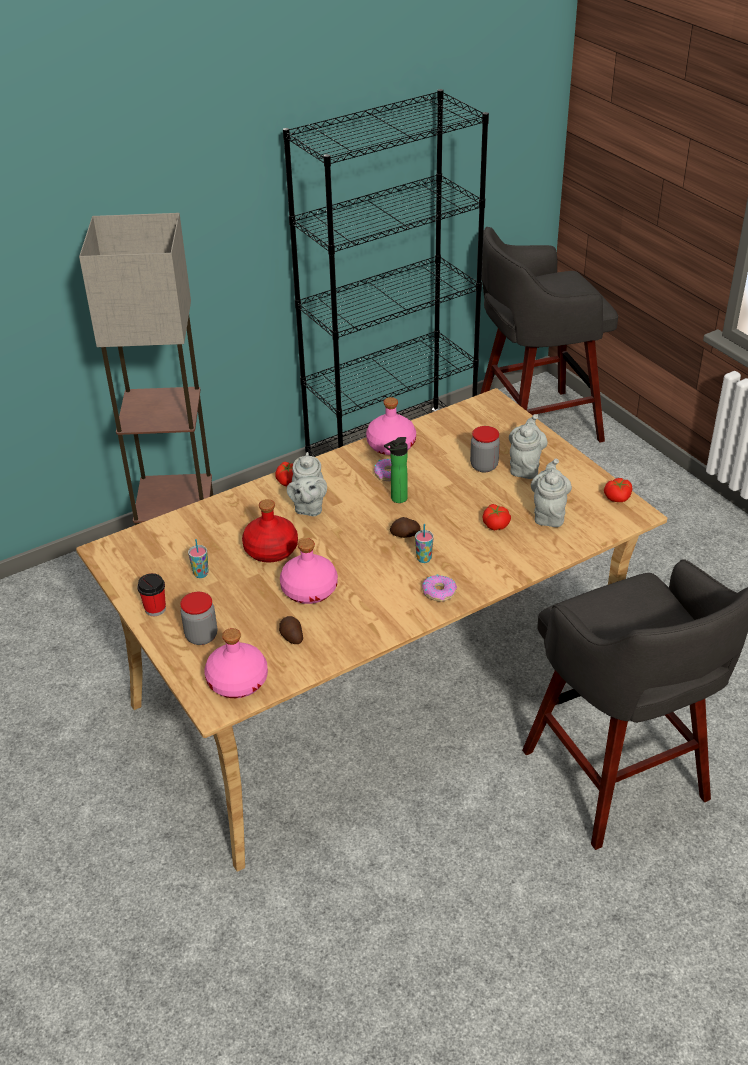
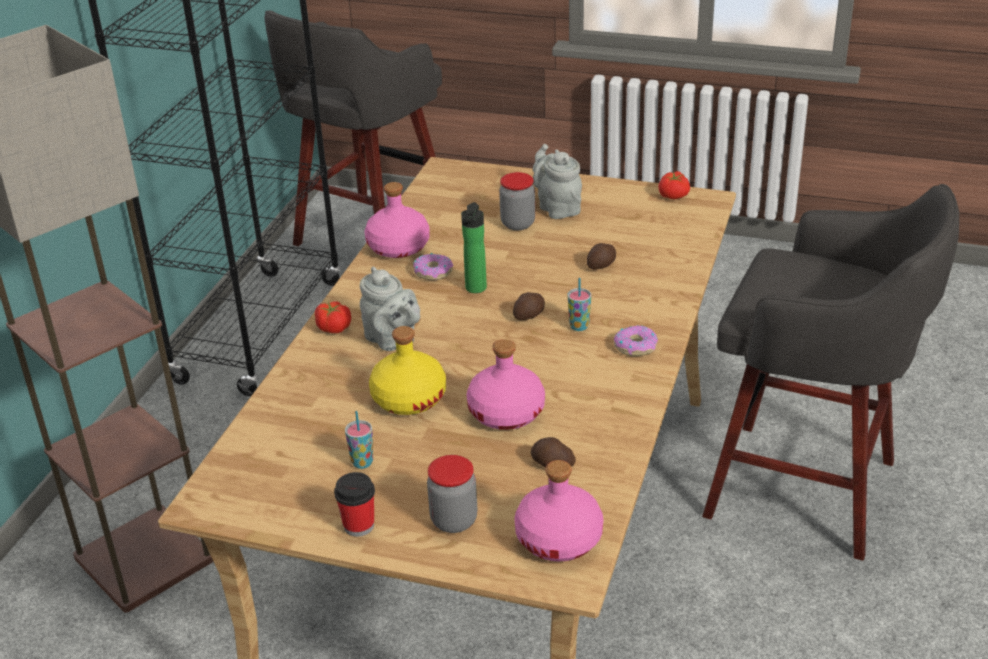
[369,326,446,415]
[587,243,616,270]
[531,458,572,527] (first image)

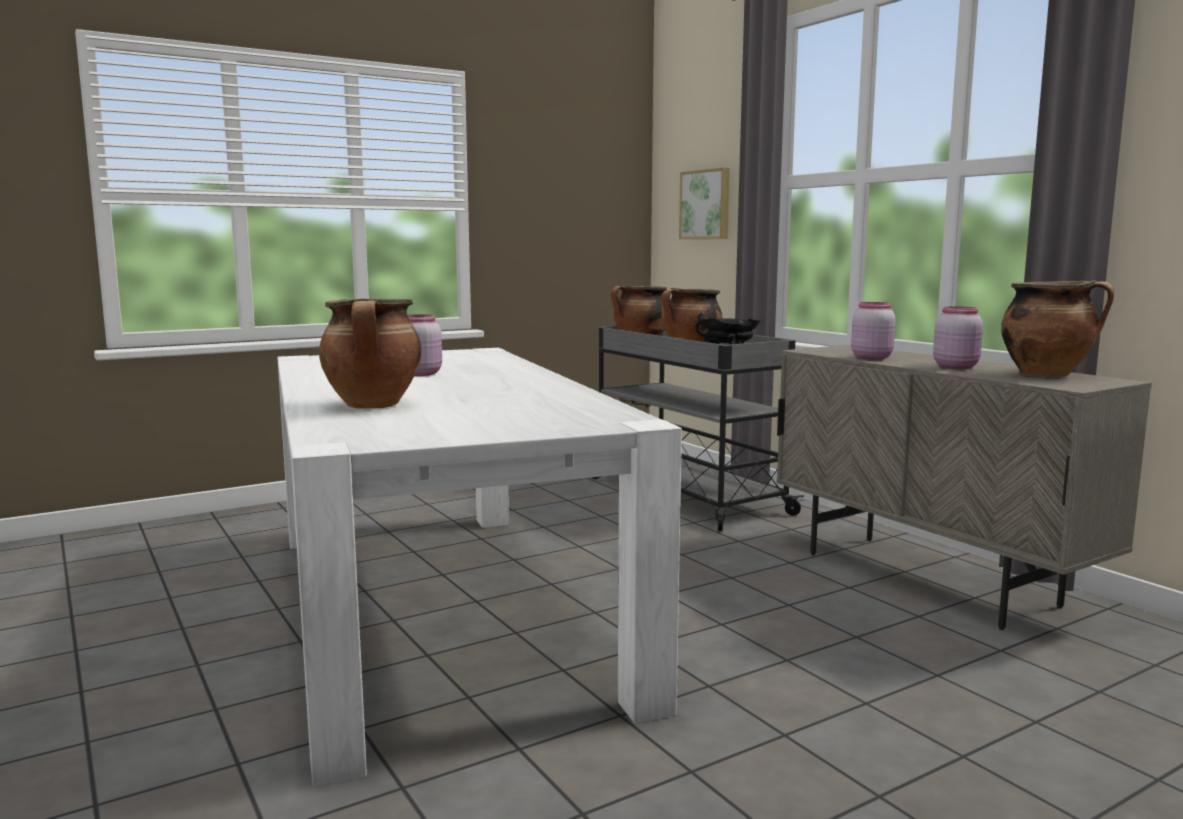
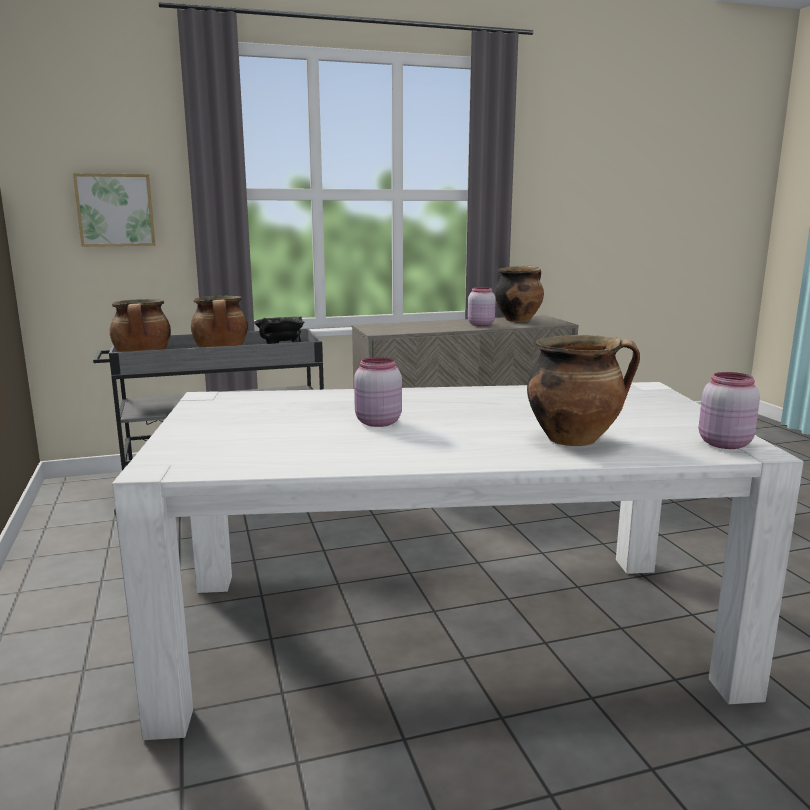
[699,372,760,449]

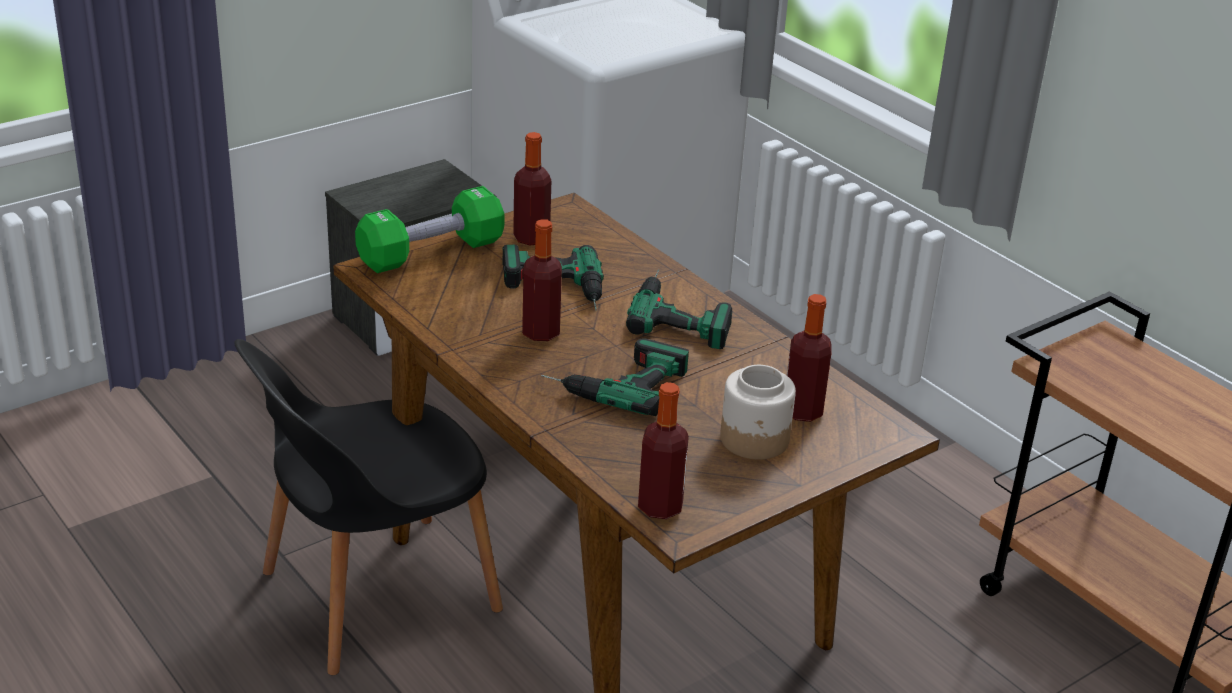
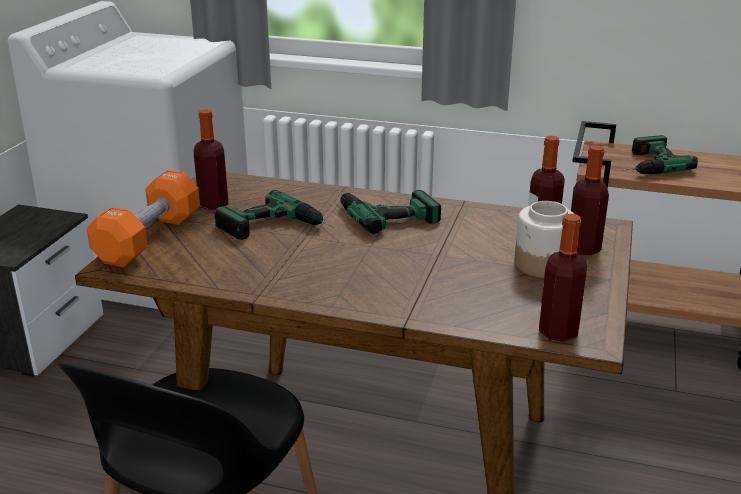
[87,170,200,267]
[571,145,609,255]
[622,135,698,174]

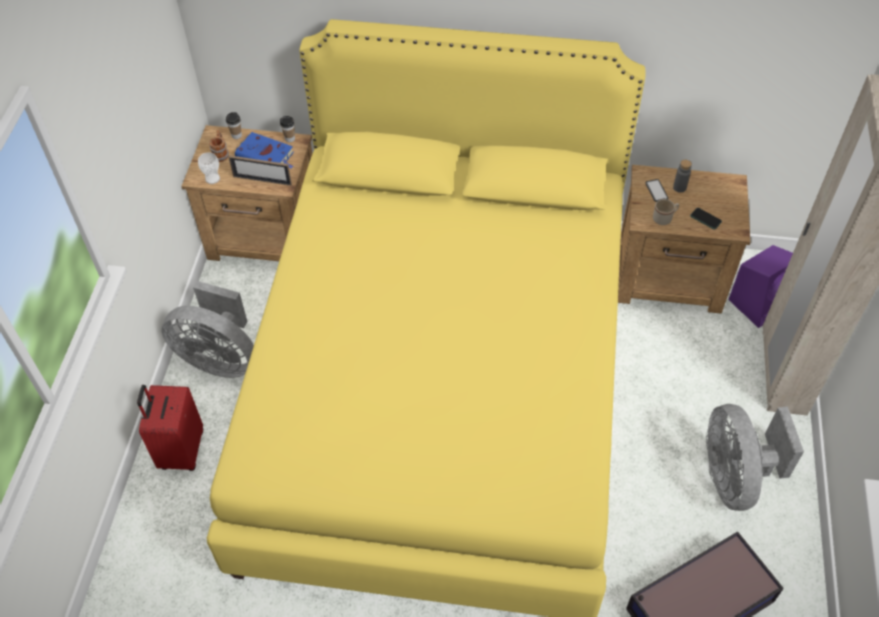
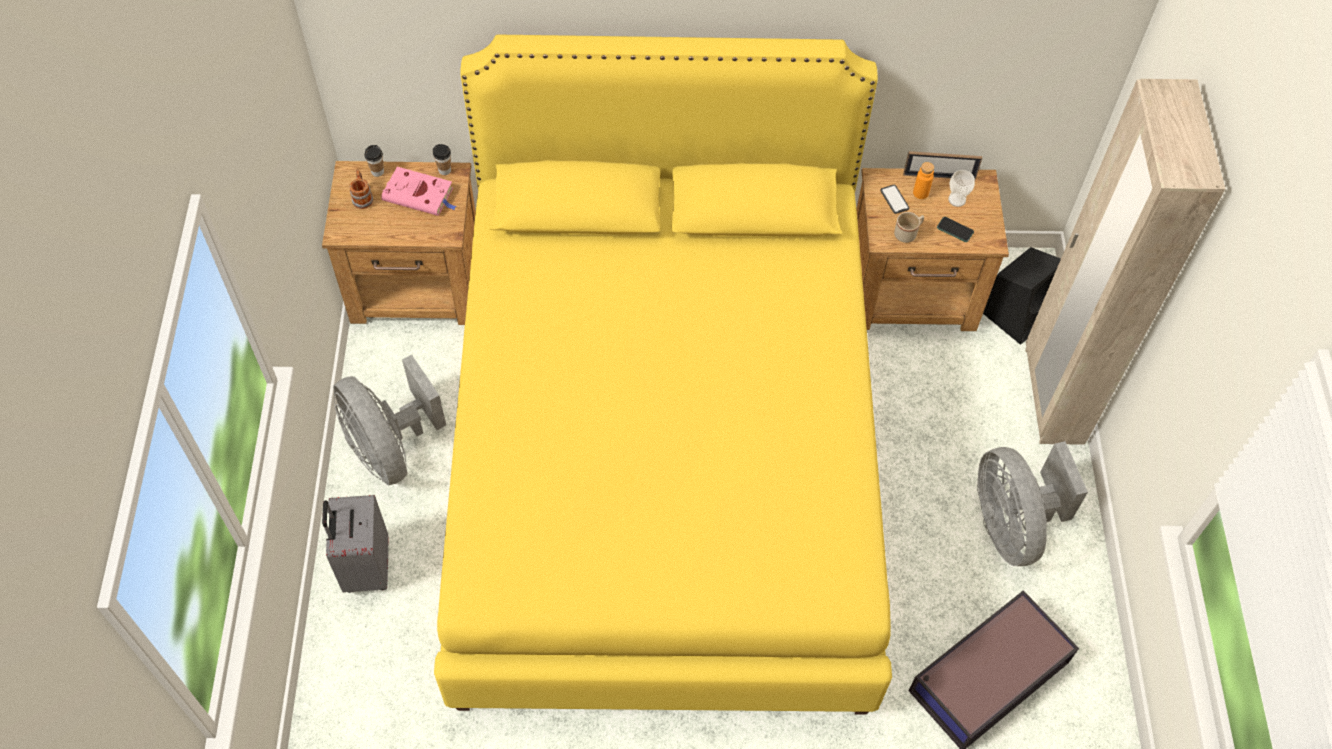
[322,495,388,593]
[333,354,446,485]
[381,167,457,216]
[903,151,982,180]
[913,162,934,199]
[948,170,975,207]
[983,247,1061,345]

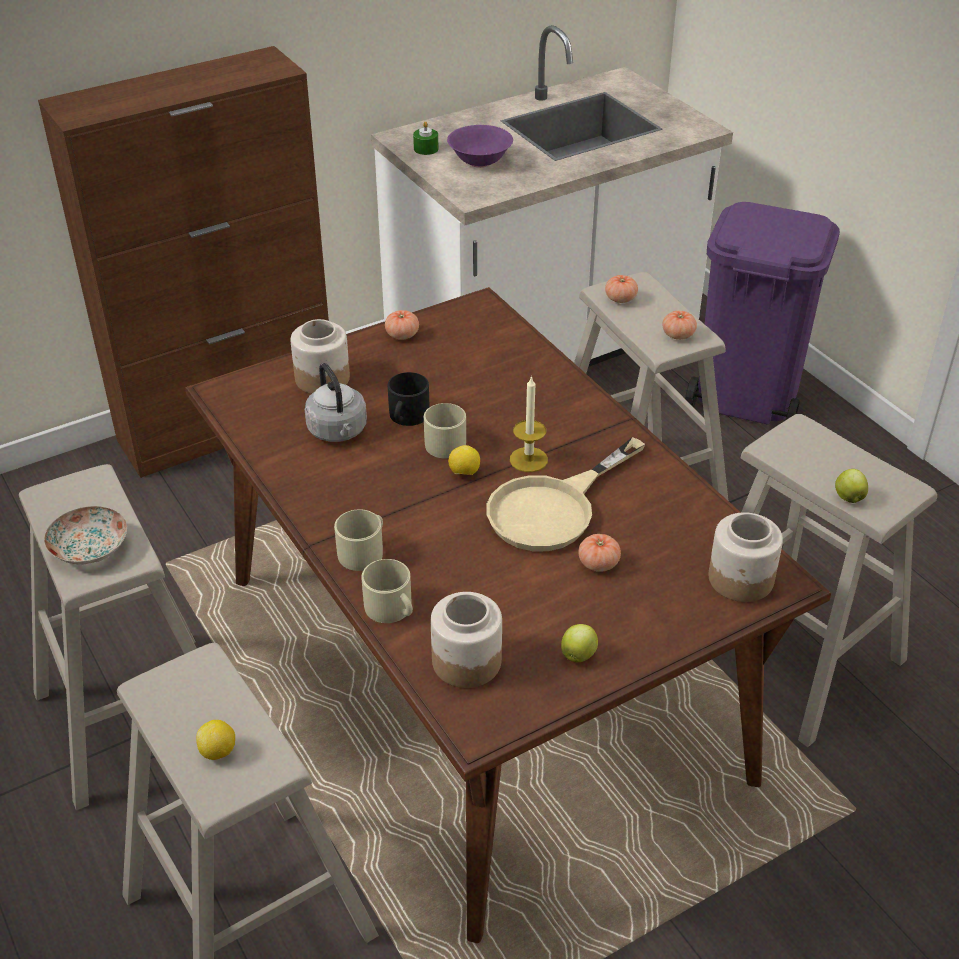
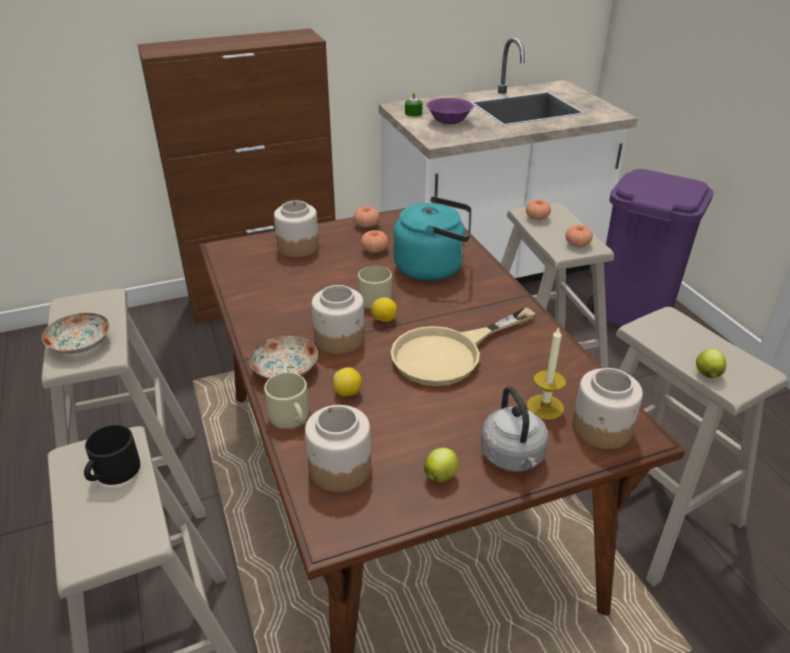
[84,425,140,485]
[249,336,318,379]
[312,285,365,354]
[333,367,362,397]
[361,230,388,253]
[393,196,472,281]
[481,386,548,472]
[527,327,566,420]

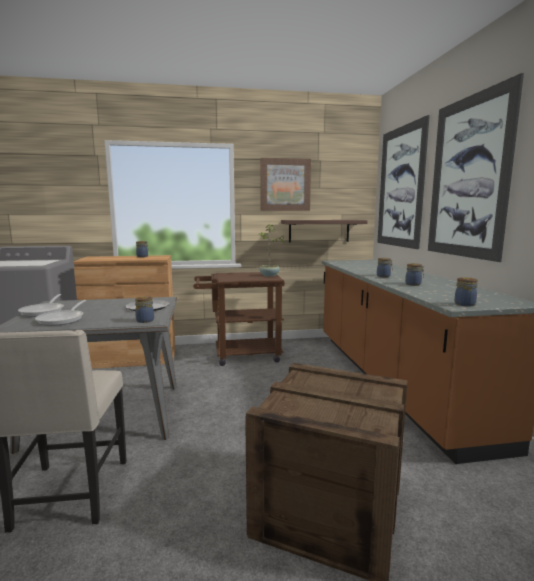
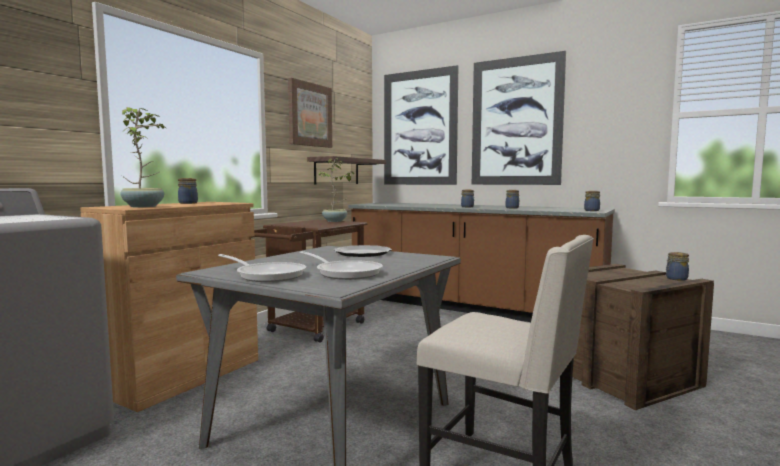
[120,107,166,207]
[666,252,689,281]

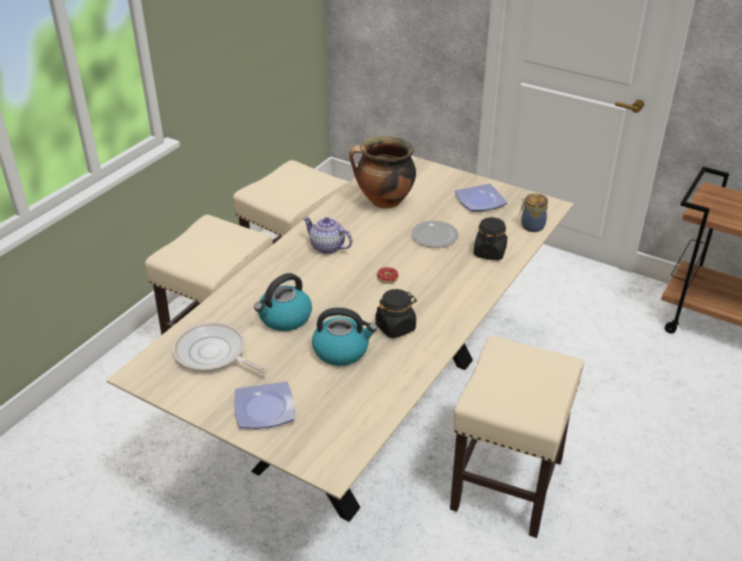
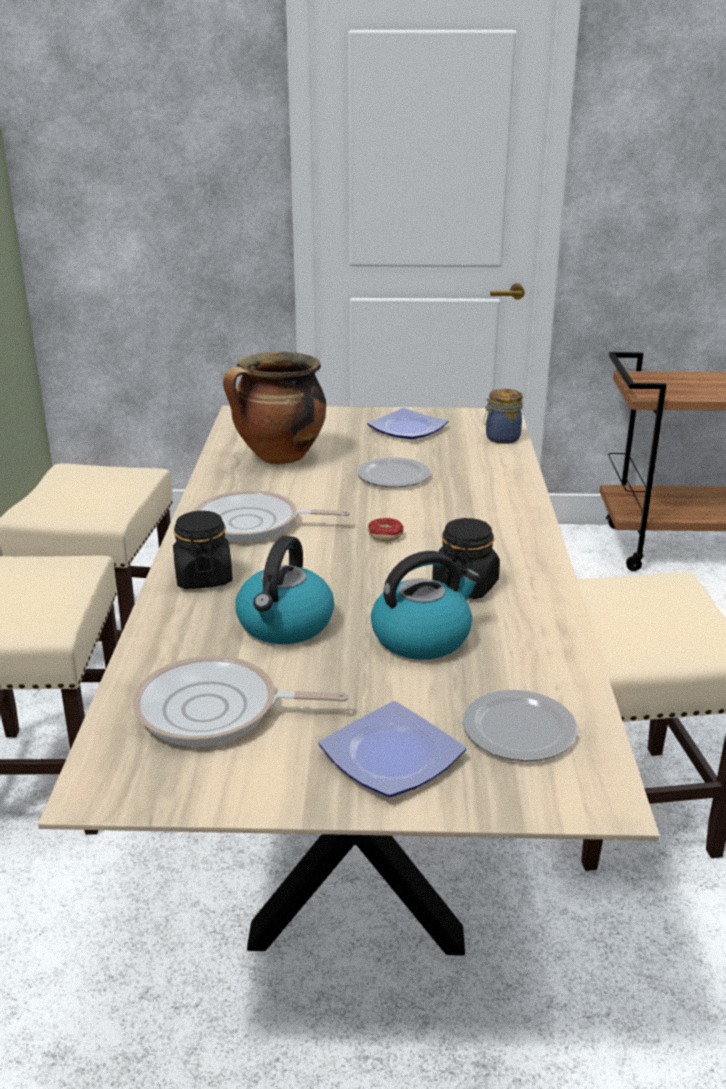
[173,511,233,589]
[195,490,350,542]
[463,690,578,761]

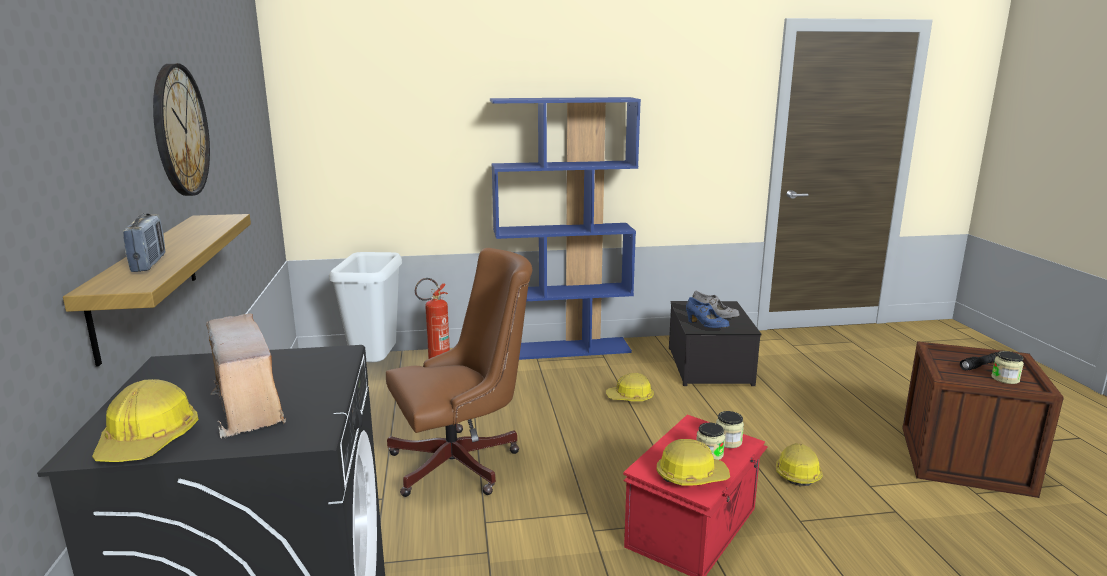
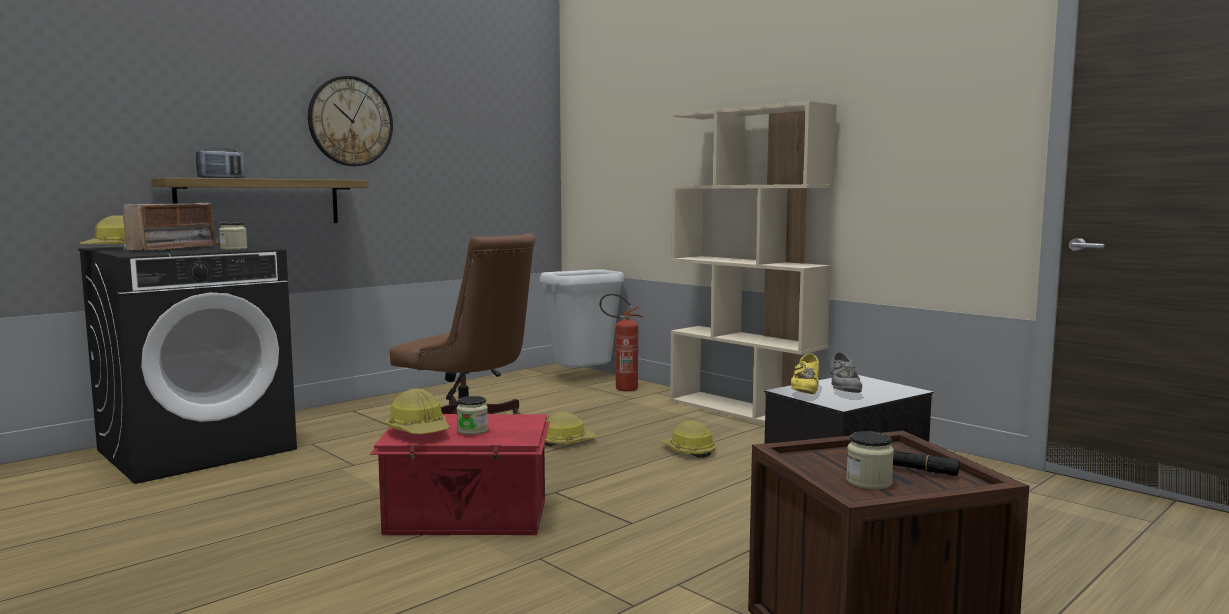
[219,222,247,250]
[544,412,597,447]
[670,101,837,424]
[791,353,819,394]

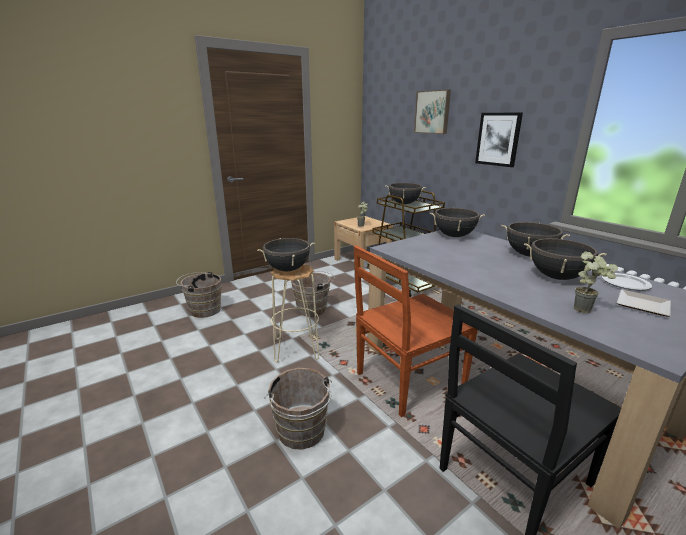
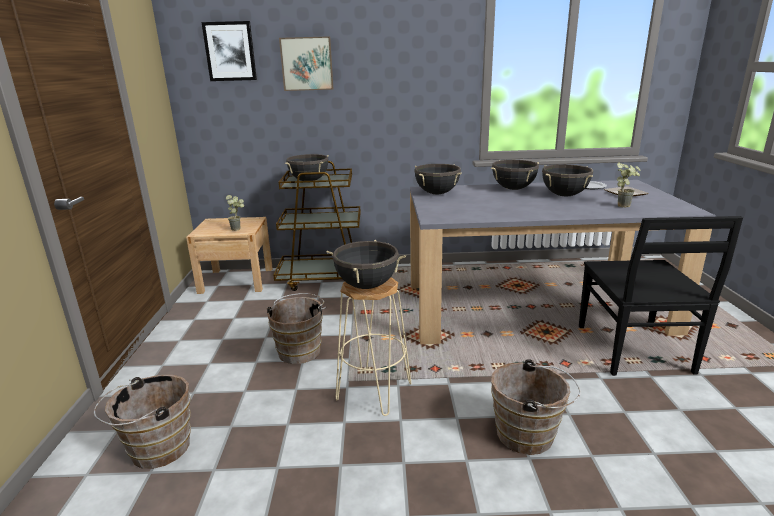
[201,21,257,81]
[354,245,478,417] (first image)

